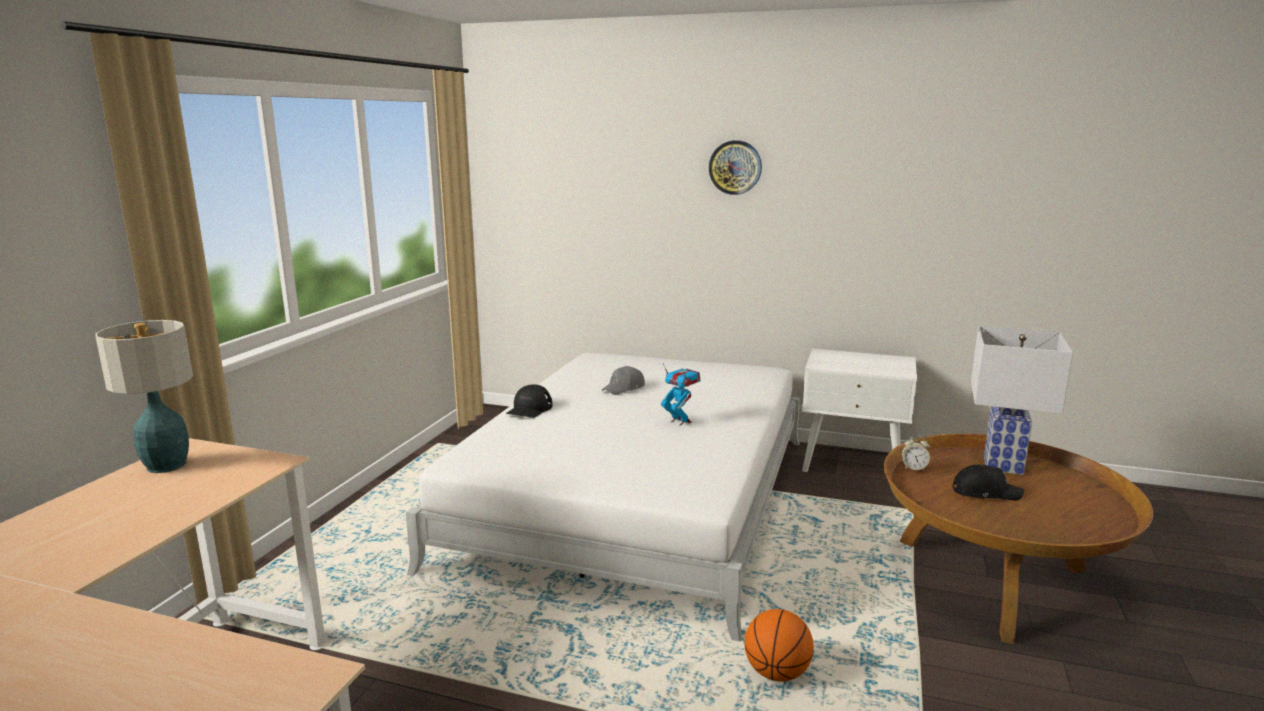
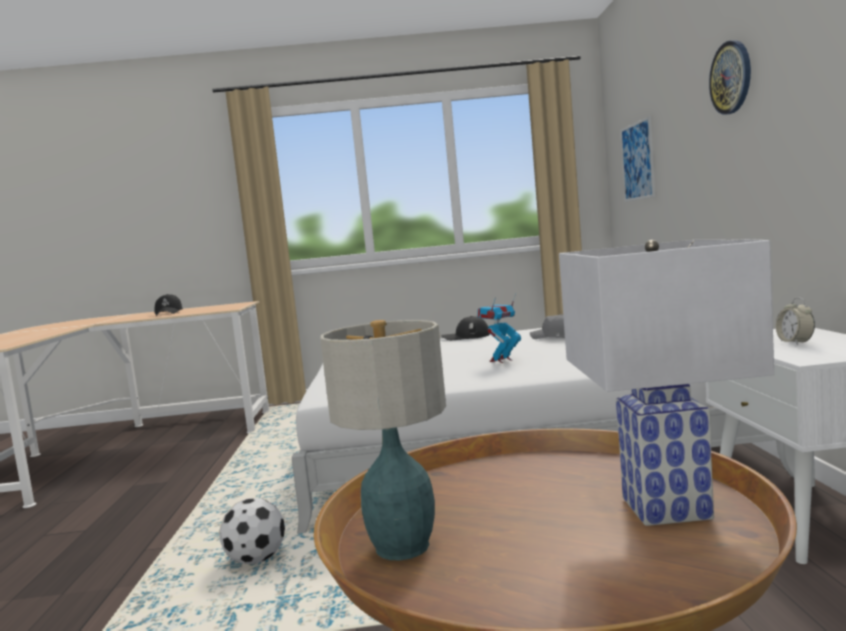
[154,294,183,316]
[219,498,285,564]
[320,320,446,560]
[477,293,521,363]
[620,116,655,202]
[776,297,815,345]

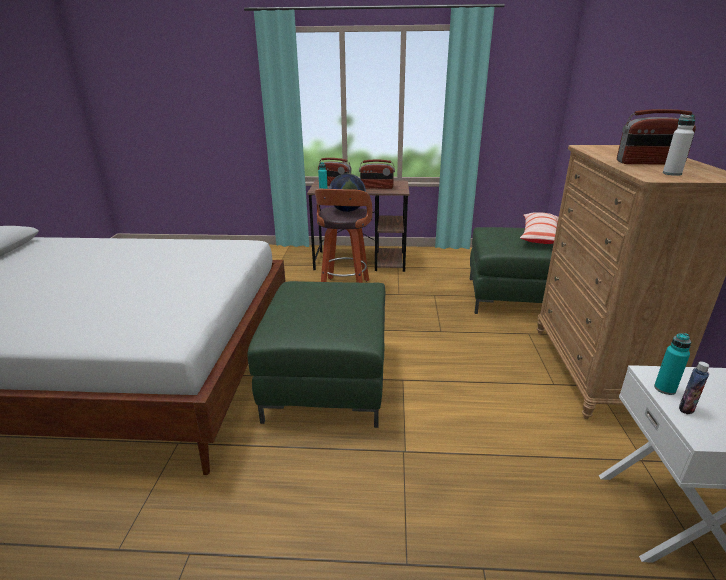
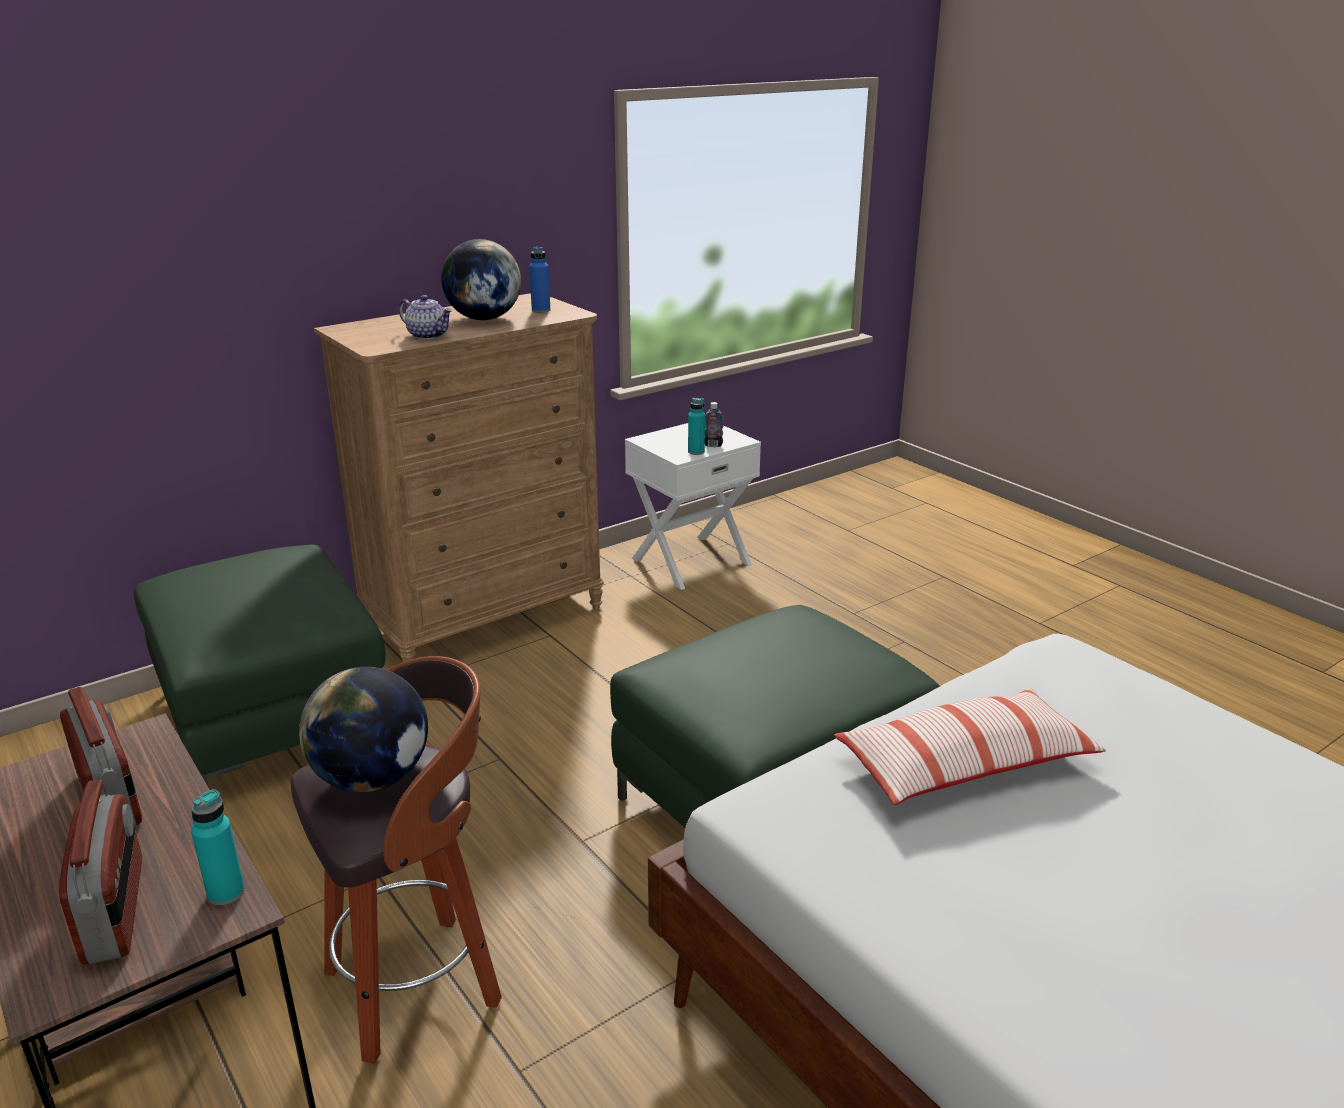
[399,295,452,340]
[441,239,521,320]
[529,246,550,313]
[834,688,1106,805]

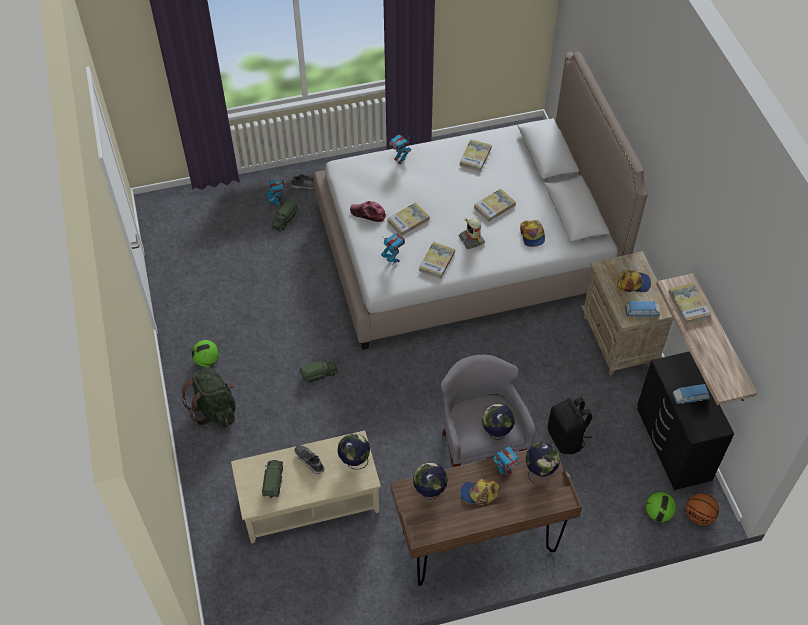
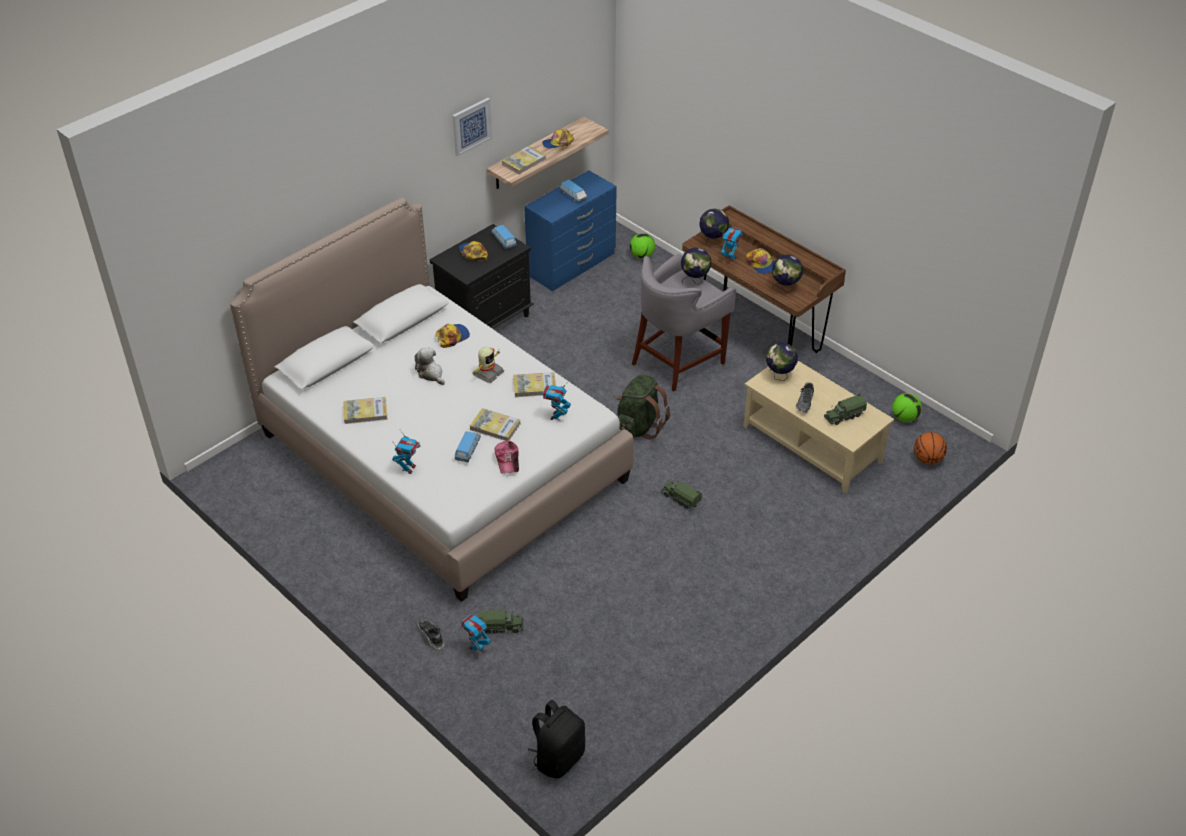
[415,347,445,385]
[430,224,533,329]
[452,98,492,157]
[455,431,481,462]
[524,170,617,291]
[528,700,585,778]
[542,129,574,149]
[617,375,670,440]
[892,393,922,422]
[914,432,947,464]

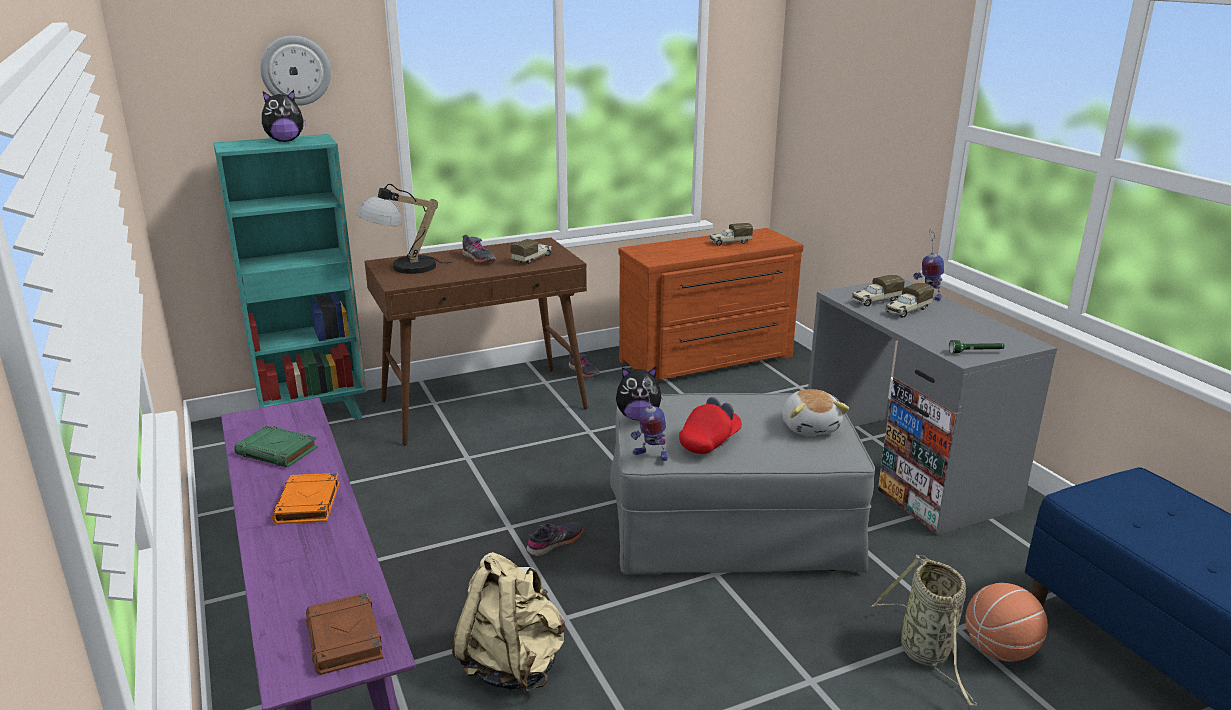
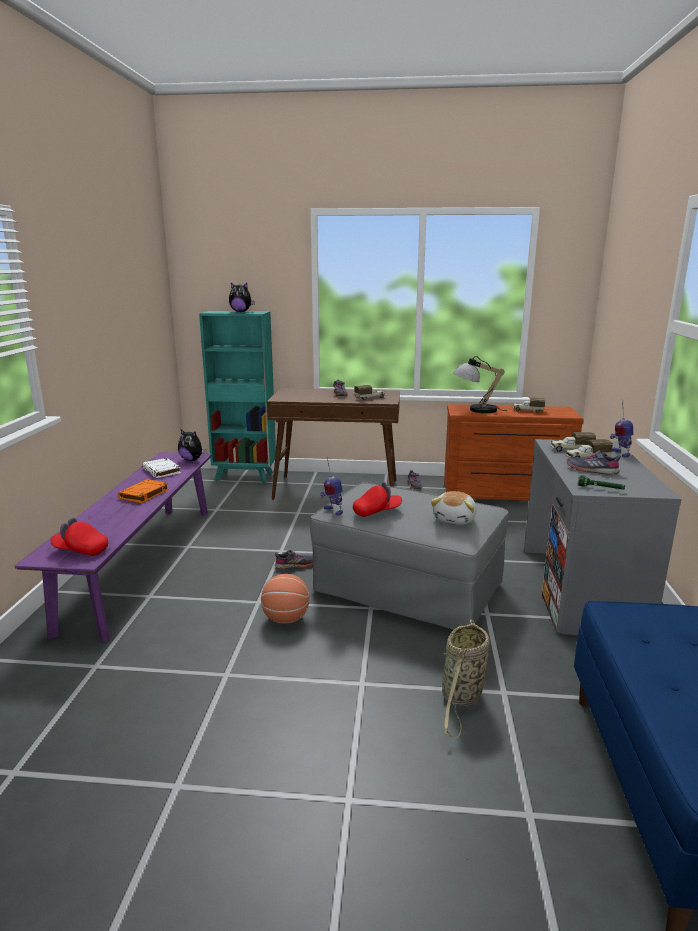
[50,518,108,556]
[142,458,181,478]
[178,429,207,461]
[261,574,309,624]
[453,356,507,413]
[567,450,621,474]
[260,36,331,106] (first image)
[452,552,565,693] (first image)

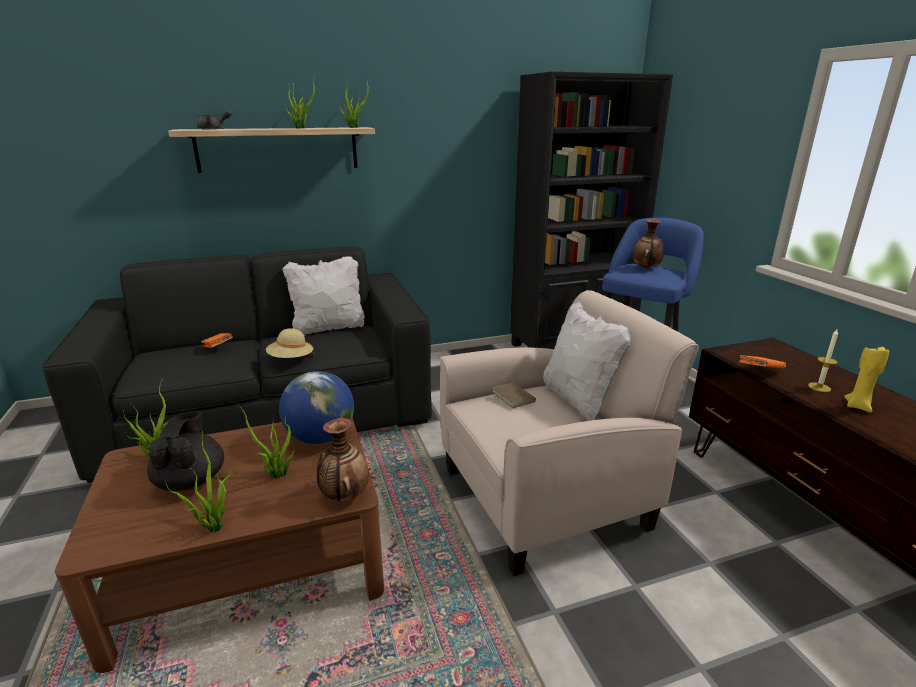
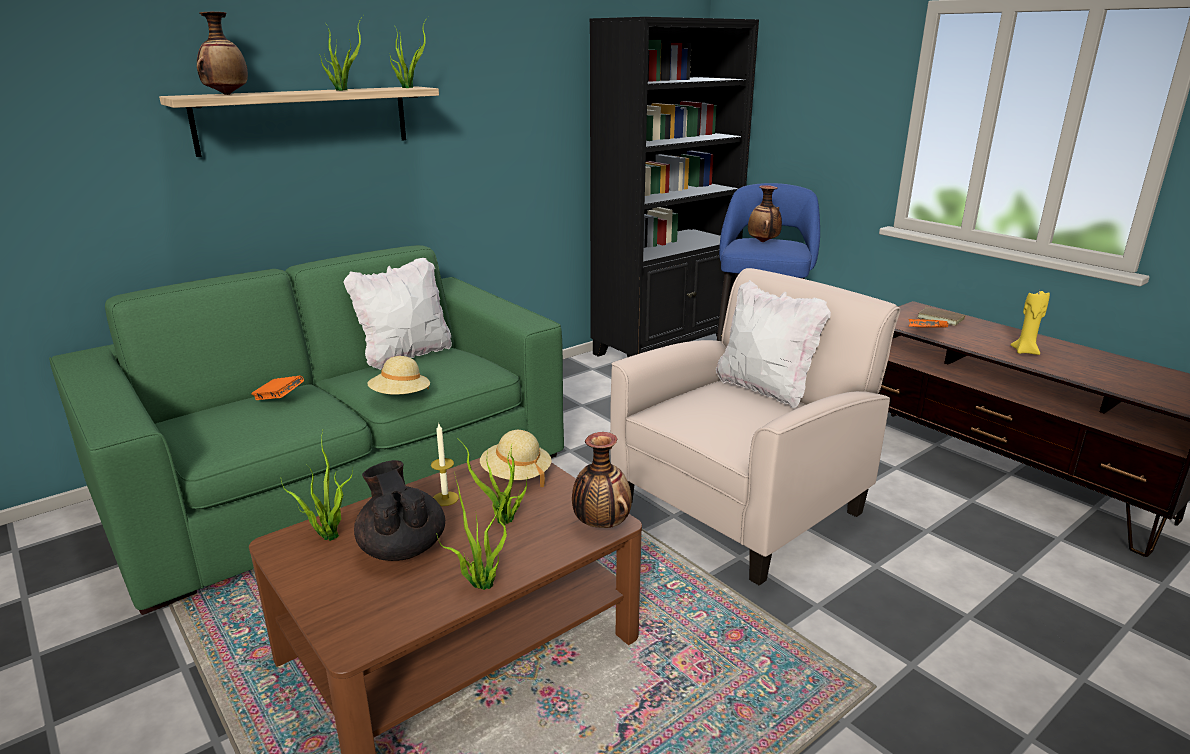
[49,245,564,615]
[197,12,248,95]
[431,424,459,506]
[480,430,552,487]
[917,306,966,326]

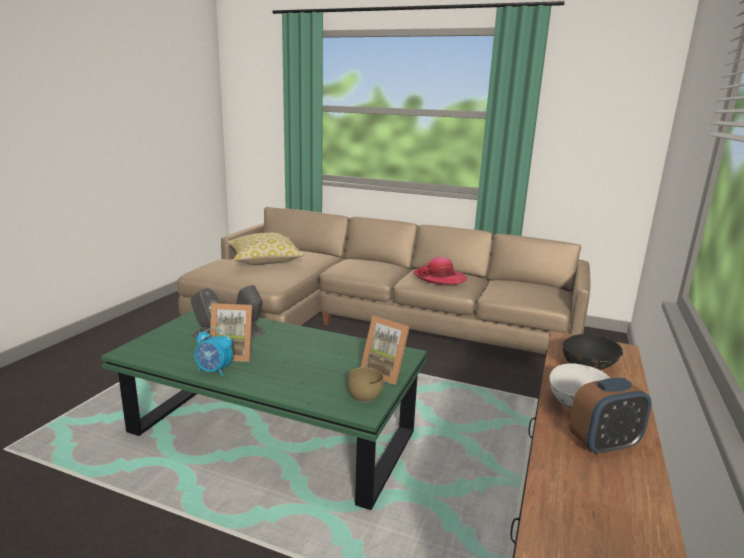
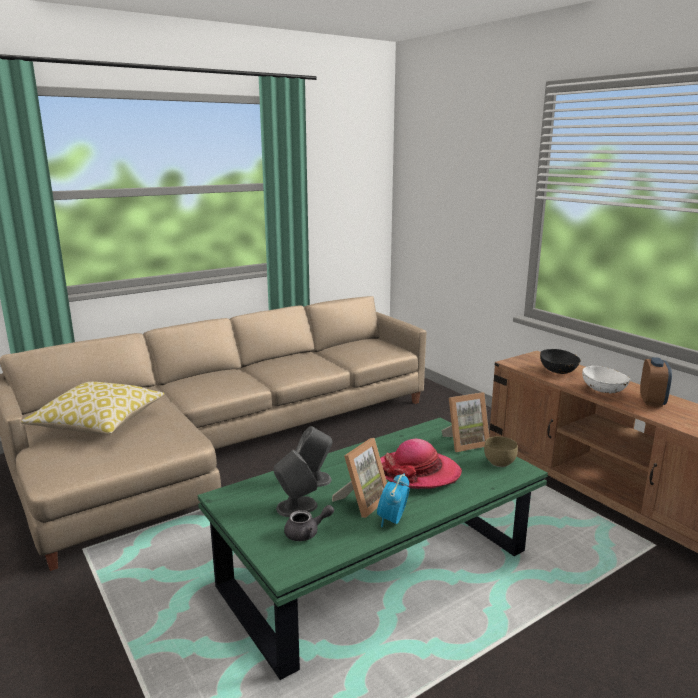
[284,505,334,541]
[377,474,410,527]
[380,439,462,489]

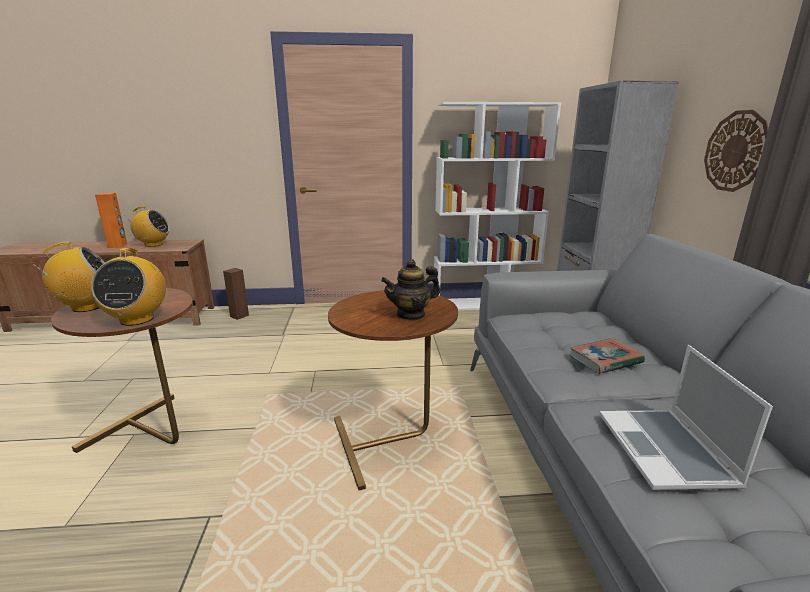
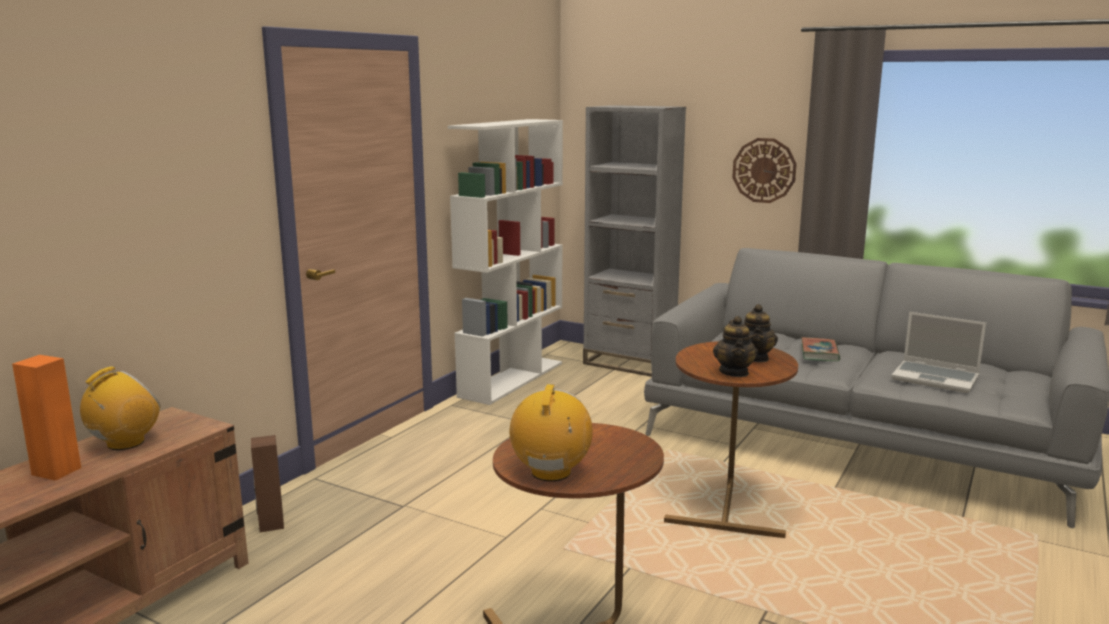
[713,316,758,377]
[91,248,166,326] (first image)

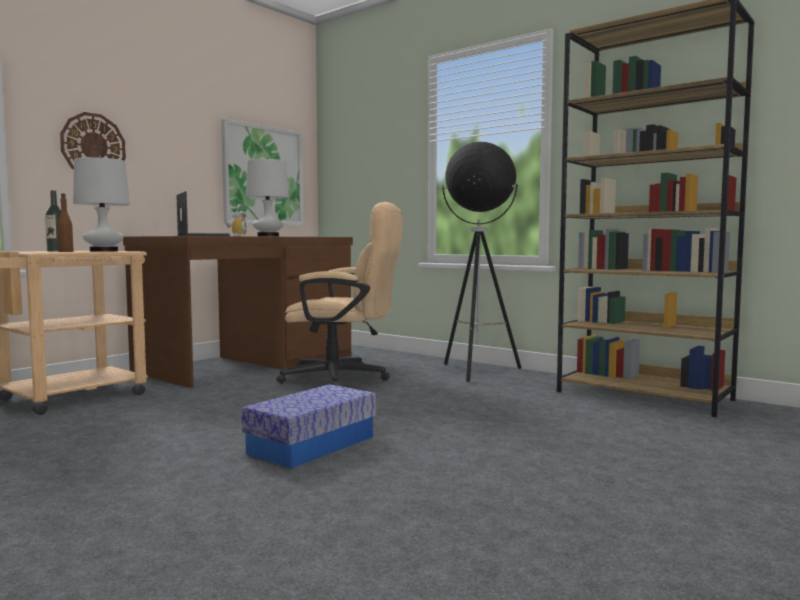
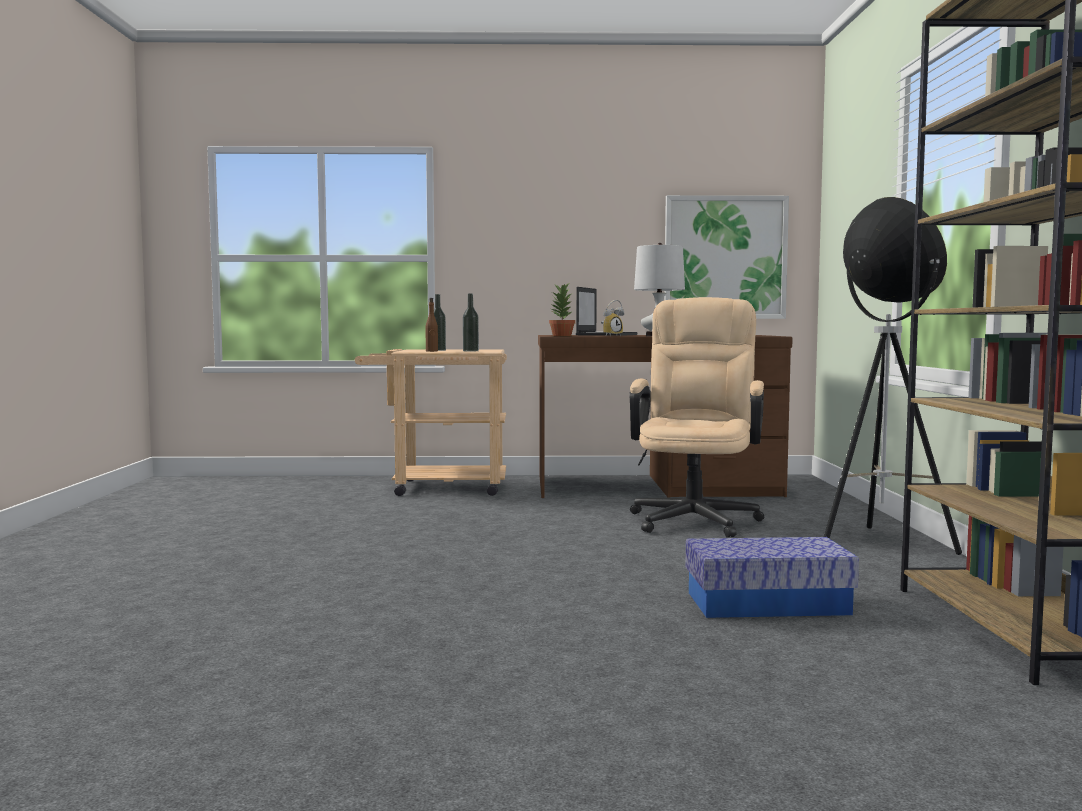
[463,293,479,351]
[549,284,575,336]
[629,297,764,538]
[685,537,859,618]
[60,112,126,170] (first image)

